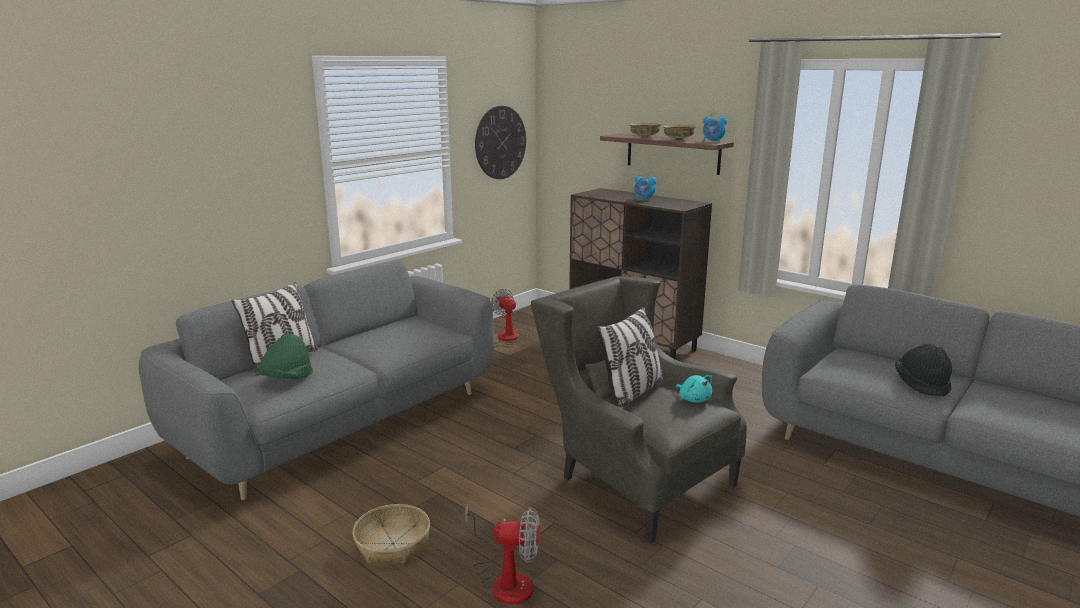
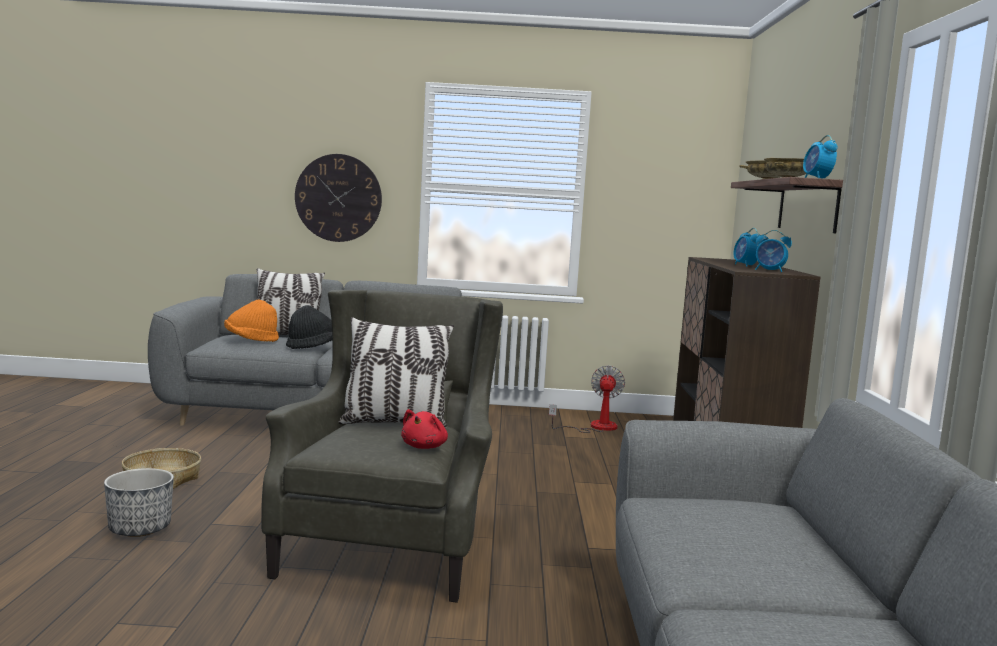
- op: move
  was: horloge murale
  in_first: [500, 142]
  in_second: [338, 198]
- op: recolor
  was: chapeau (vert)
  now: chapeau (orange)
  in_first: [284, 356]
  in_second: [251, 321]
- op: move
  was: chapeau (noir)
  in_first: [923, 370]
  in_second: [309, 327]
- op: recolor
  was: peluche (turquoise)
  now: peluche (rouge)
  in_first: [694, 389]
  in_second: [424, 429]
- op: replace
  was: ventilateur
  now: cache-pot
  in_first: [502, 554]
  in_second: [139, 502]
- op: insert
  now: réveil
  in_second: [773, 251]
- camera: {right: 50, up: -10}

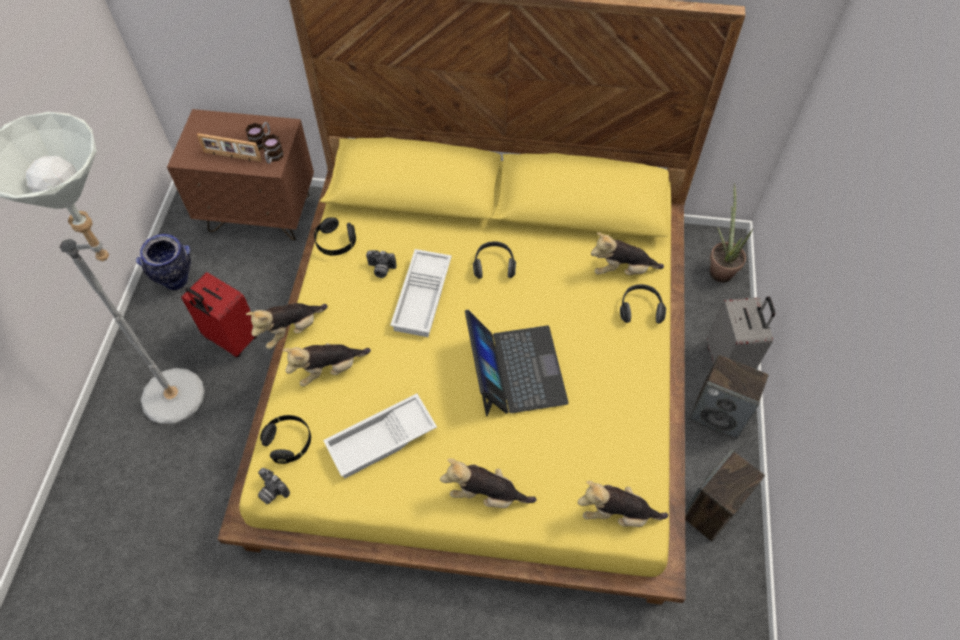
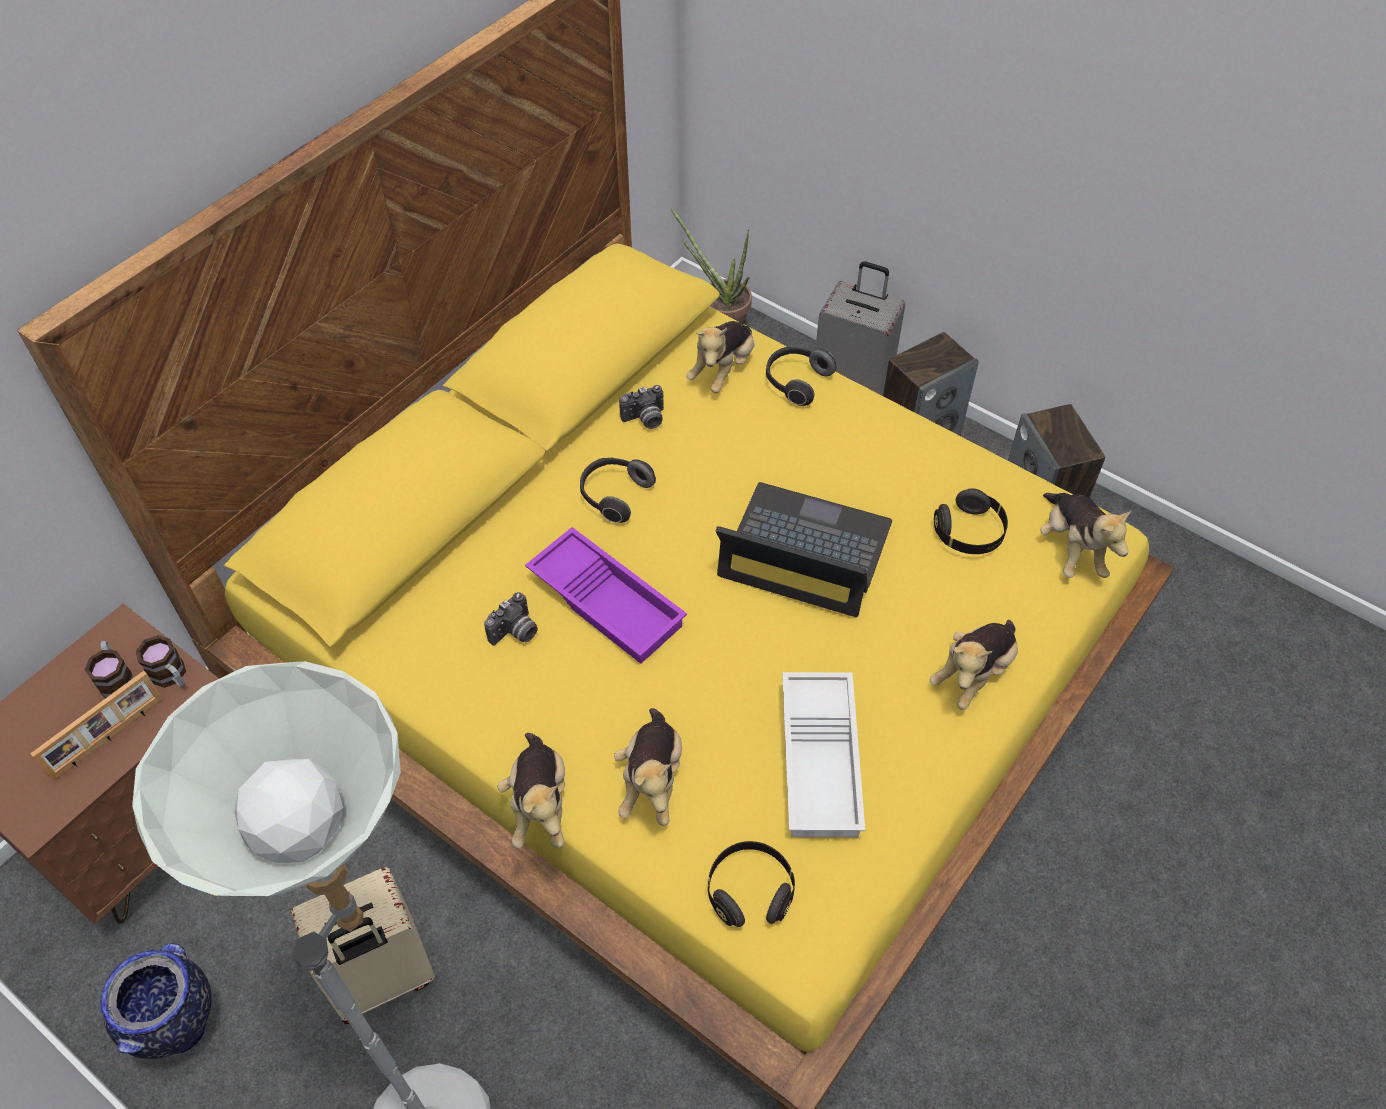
- op: move
  was: casque audio (noir)
  in_first: [335, 236]
  in_second: [971, 521]
- op: recolor
  was: plateau (blanc)
  now: plateau (violet)
  in_first: [421, 293]
  in_second: [606, 595]
- op: recolor
  was: valise (rouge)
  now: valise (beige)
  in_first: [219, 315]
  in_second: [363, 945]
- op: move
  was: appareil photo
  in_first: [274, 486]
  in_second: [641, 407]
- op: rotate
  was: peluche
  in_first: [623, 504]
  in_second: [1085, 535]
  clockwise: -45
- camera: {right: -60, up: -5}

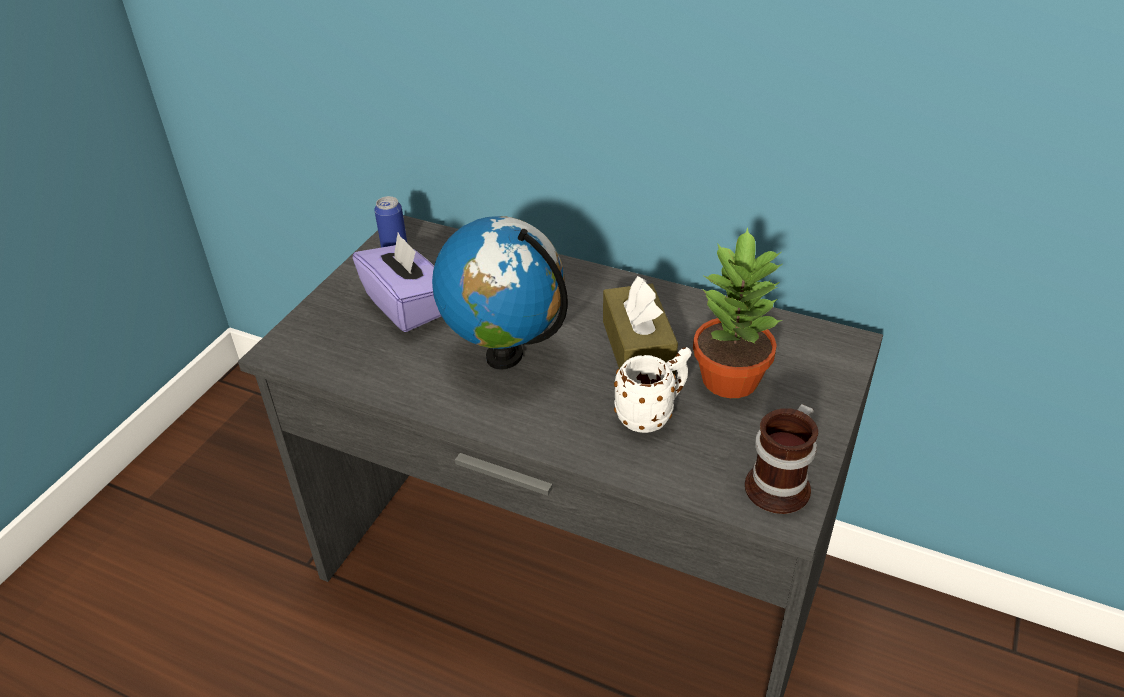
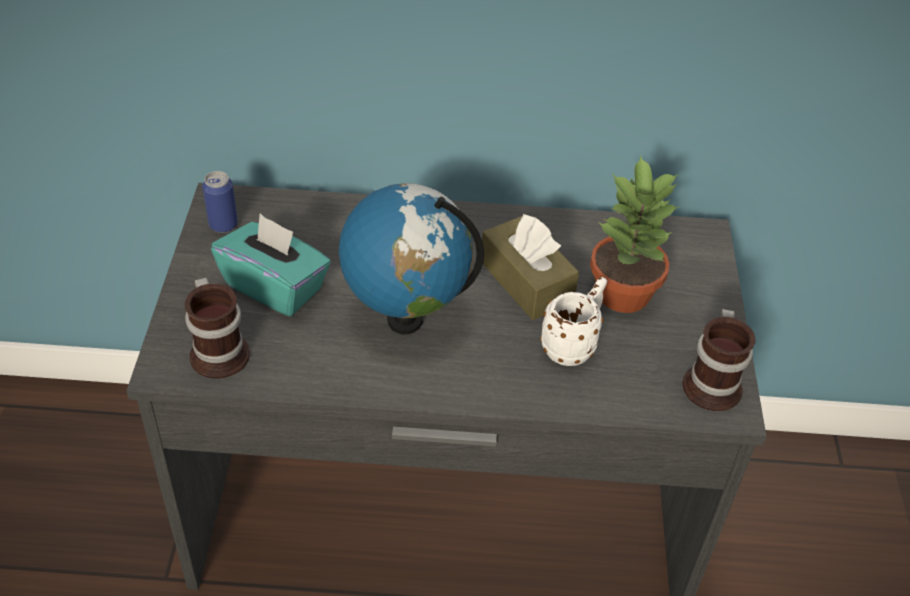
- op: recolor
  was: boîte à mouchoirs (violet)
  now: boîte à mouchoirs (turquoise)
  in_first: [397, 282]
  in_second: [271, 264]
- op: insert
  now: mug
  in_second: [217, 328]
- camera: {right: -25, up: 5}

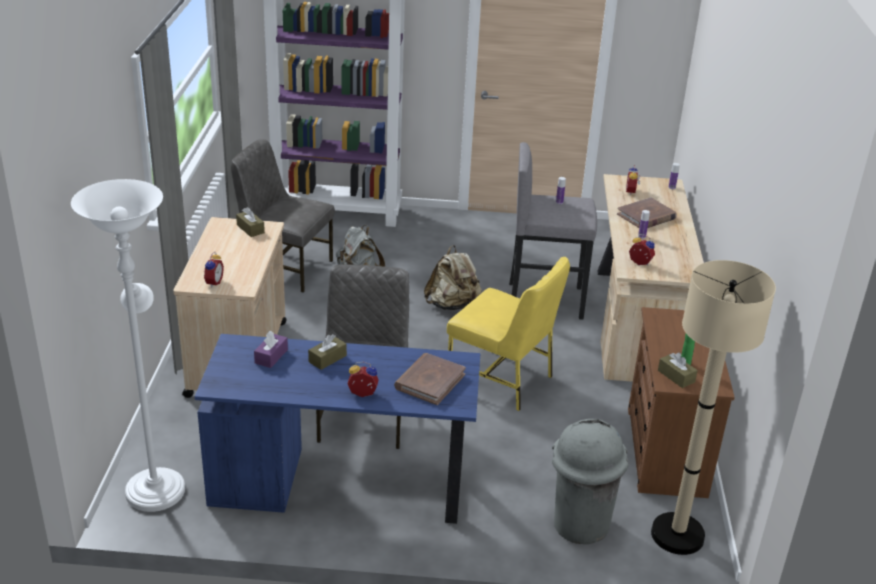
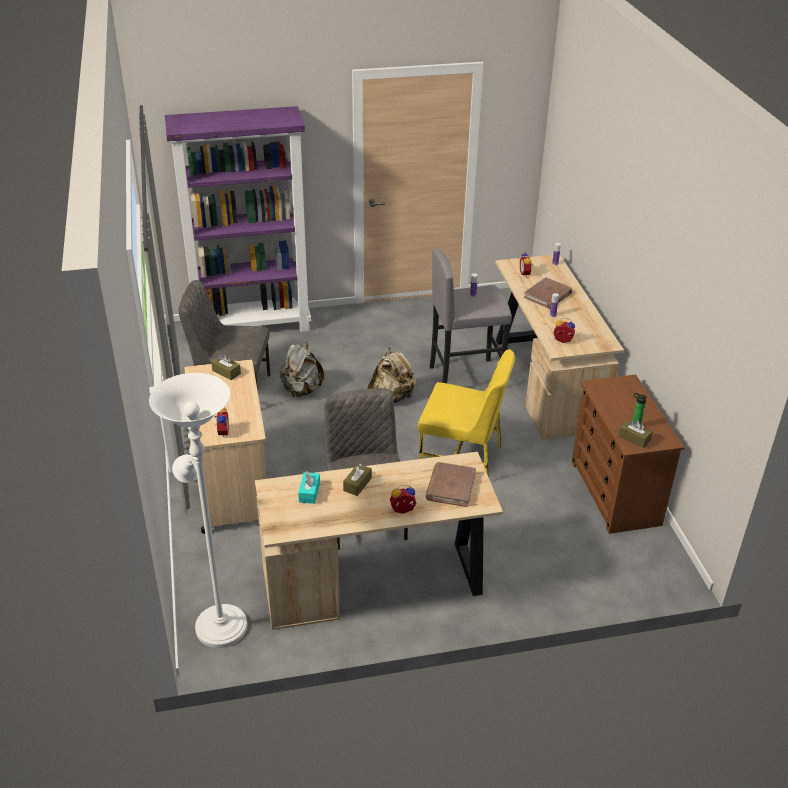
- op: delete
  was: lampadaire (beige)
  in_first: [713, 407]
- op: recolor
  was: boîte à mouchoirs (violet)
  now: boîte à mouchoirs (turquoise)
  in_first: [271, 349]
  in_second: [309, 488]
- op: recolor
  was: bureau (bleu)
  now: bureau (beige)
  in_first: [338, 429]
  in_second: [379, 541]
- op: delete
  was: poubelle (gris)
  in_first: [590, 481]
- camera: {right: -15, up: 5}

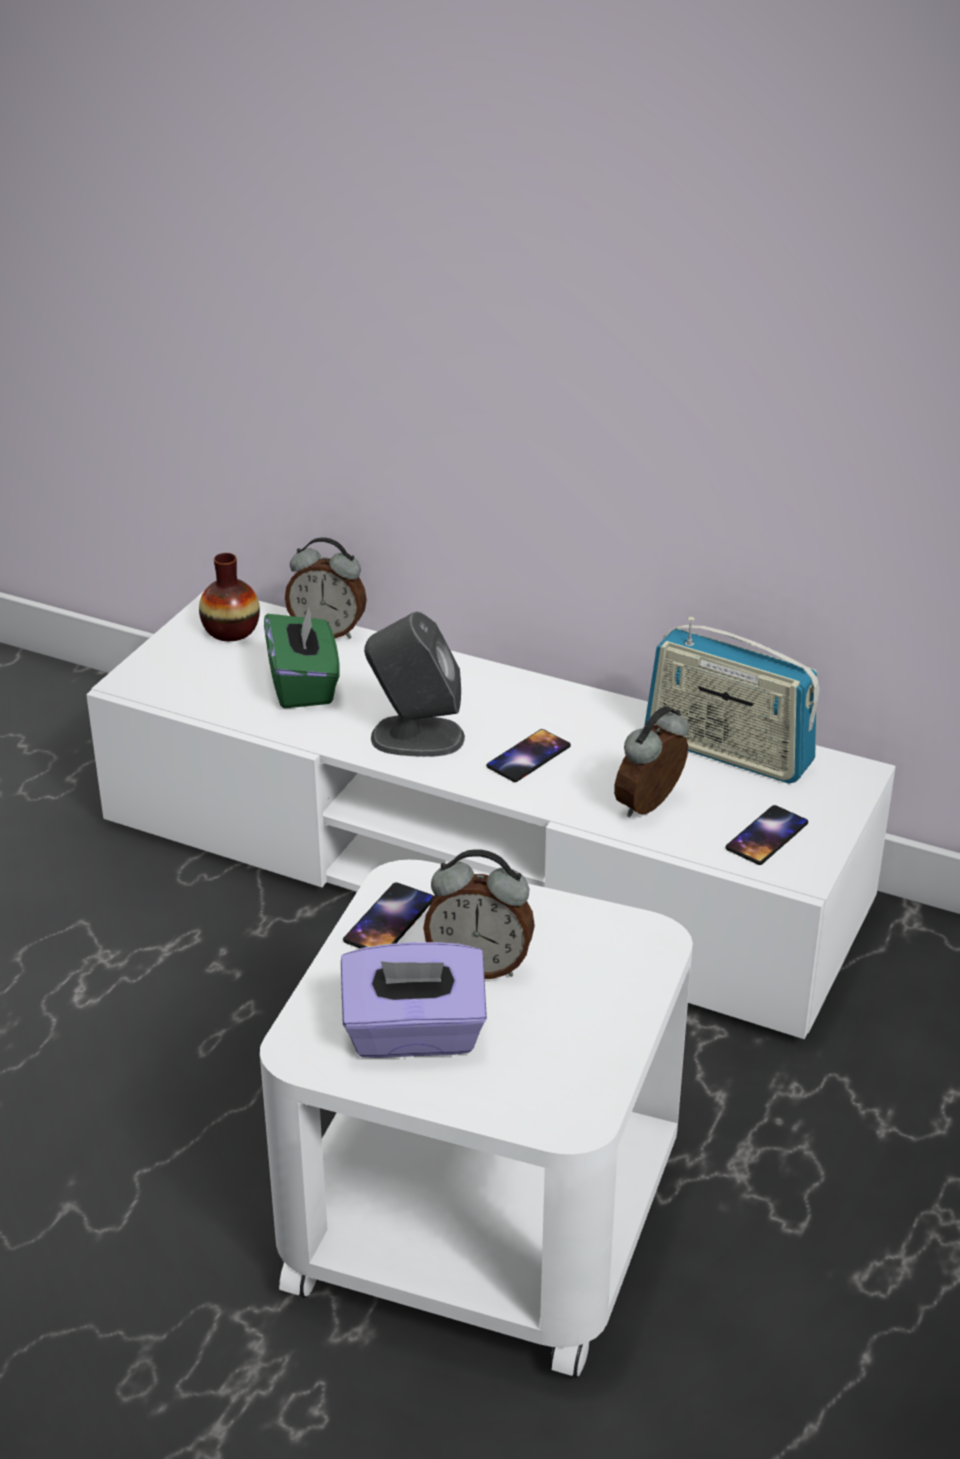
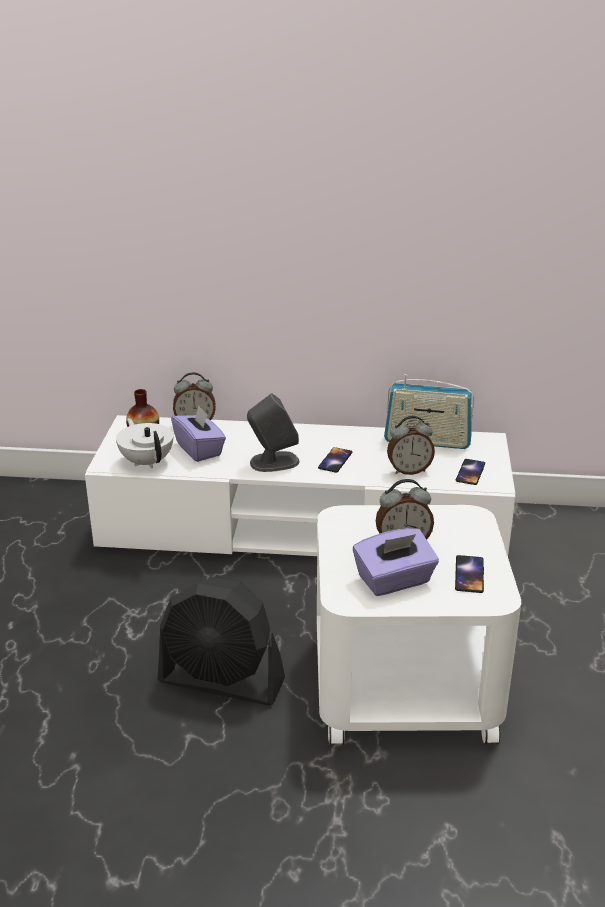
- op: recolor
  was: boîte à mouchoirs (vert)
  now: boîte à mouchoirs (violet)
  in_first: [301, 656]
  in_second: [198, 434]
- op: rotate
  was: réveil
  in_first: [651, 761]
  in_second: [411, 445]
  clockwise: -120
- op: move
  was: téléphone
  in_first: [388, 915]
  in_second: [469, 574]
- op: insert
  now: théière (blanc)
  in_second: [145, 443]
- op: insert
  now: ventilateur (noir)
  in_second: [221, 641]
- camera: {right: -20, up: -5}

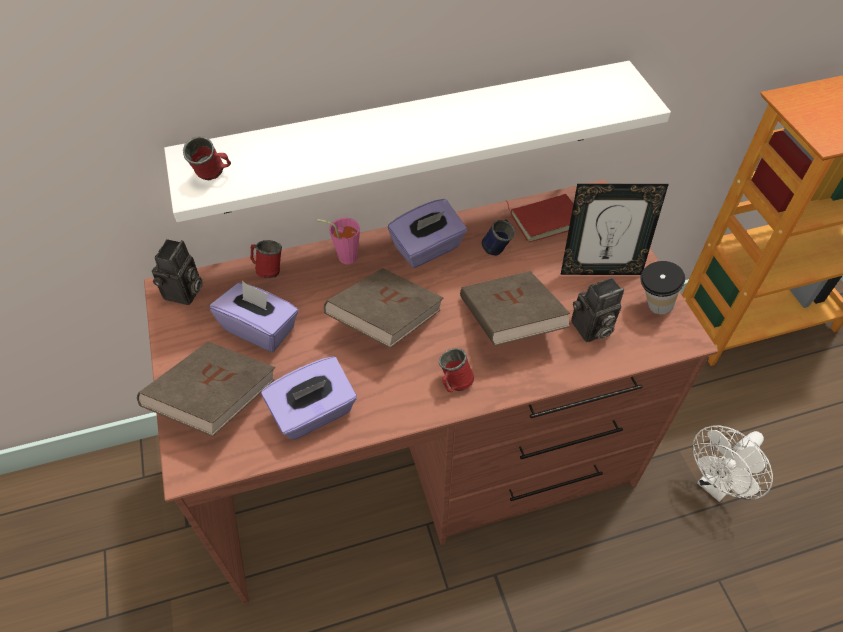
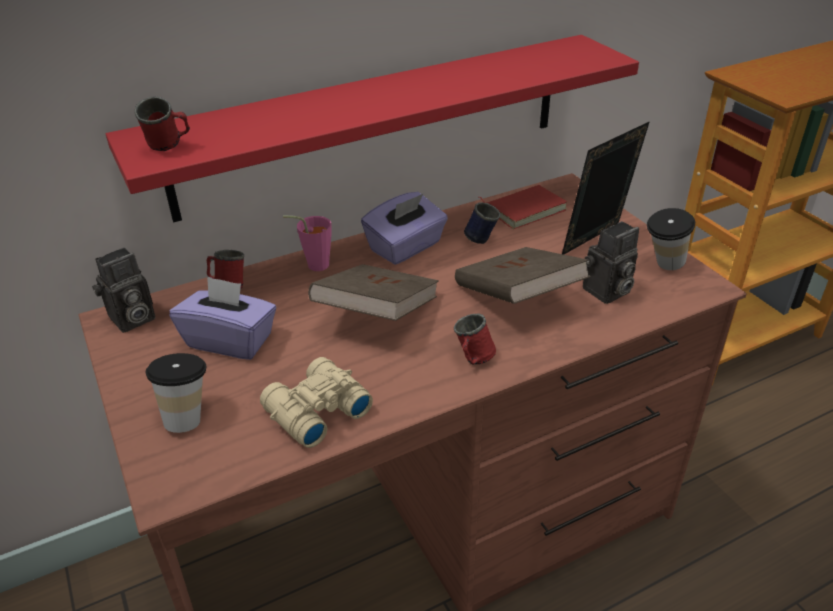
- op: recolor
  was: étagère (blanc)
  now: étagère (rouge)
  in_first: [417, 141]
  in_second: [372, 129]
- op: rotate
  was: cadre photo
  in_first: [614, 229]
  in_second: [606, 188]
  clockwise: 150
- op: rotate
  was: appareil photo
  in_first: [177, 272]
  in_second: [123, 290]
  clockwise: 45
- op: replace
  was: livre (marron)
  now: tasse
  in_first: [206, 389]
  in_second: [176, 393]
- op: replace
  was: boîte à mouchoirs (violet)
  now: jumelles (beige)
  in_first: [309, 398]
  in_second: [316, 402]
- op: delete
  was: ventilateur (blanc)
  in_first: [733, 463]
- camera: {right: -10, up: -15}

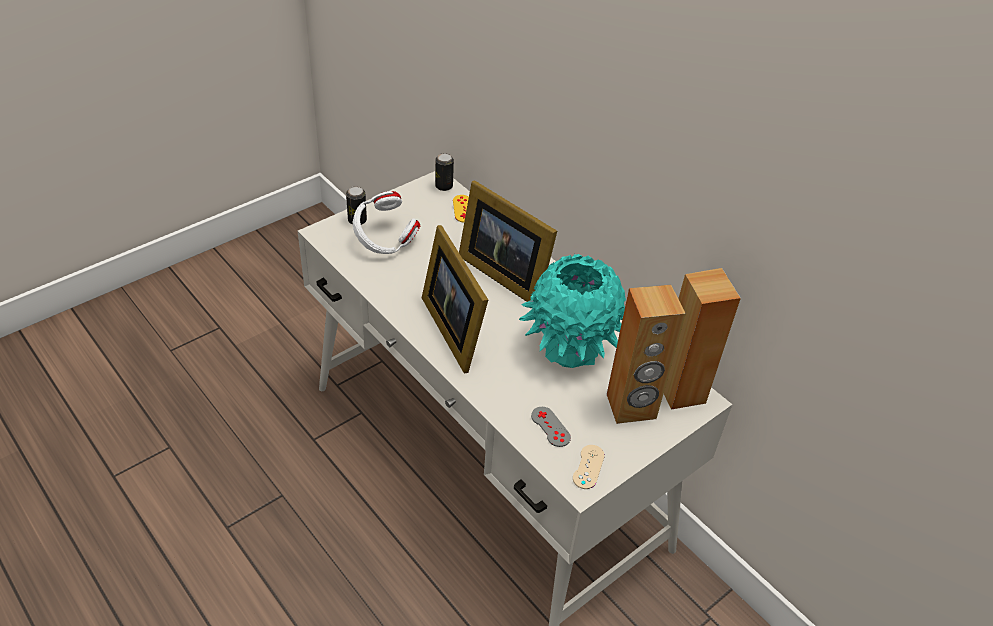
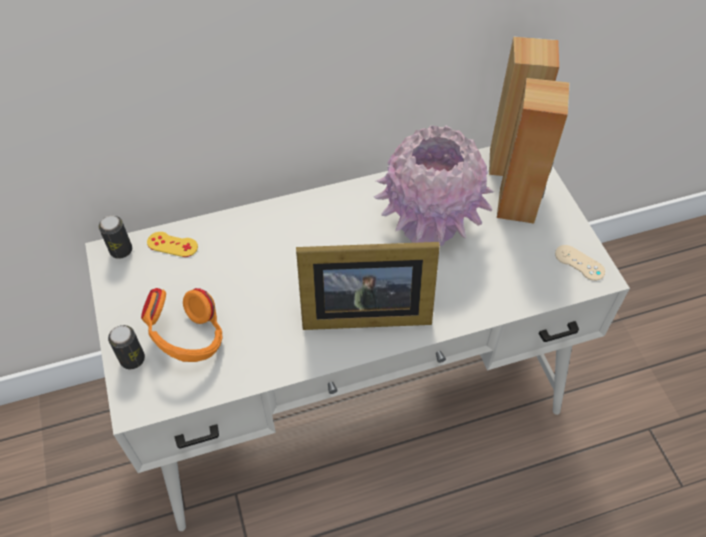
- op: delete
  was: cadre photo
  in_first: [508, 241]
- op: recolor
  was: casque audio (blanc)
  now: casque audio (orange)
  in_first: [386, 222]
  in_second: [181, 325]
- op: recolor
  was: vase (turquoise)
  now: vase (rose)
  in_first: [572, 310]
  in_second: [434, 185]
- op: delete
  was: manette (gris)
  in_first: [551, 427]
- camera: {right: -65, up: 10}

